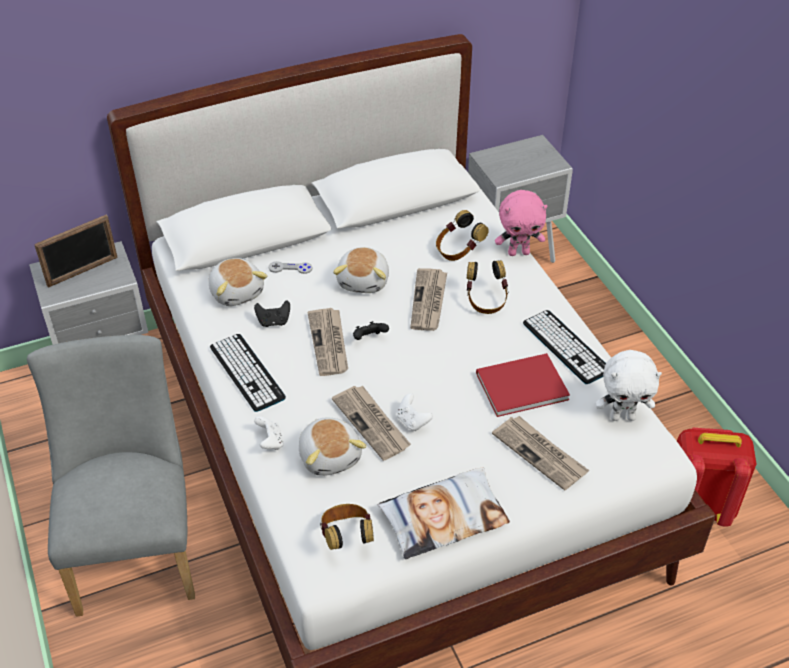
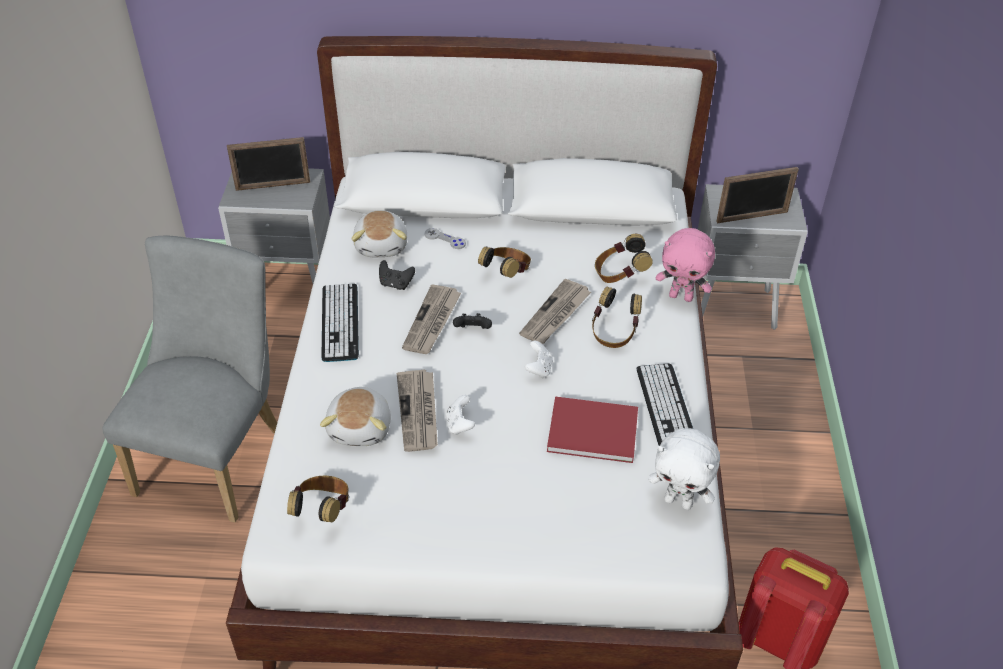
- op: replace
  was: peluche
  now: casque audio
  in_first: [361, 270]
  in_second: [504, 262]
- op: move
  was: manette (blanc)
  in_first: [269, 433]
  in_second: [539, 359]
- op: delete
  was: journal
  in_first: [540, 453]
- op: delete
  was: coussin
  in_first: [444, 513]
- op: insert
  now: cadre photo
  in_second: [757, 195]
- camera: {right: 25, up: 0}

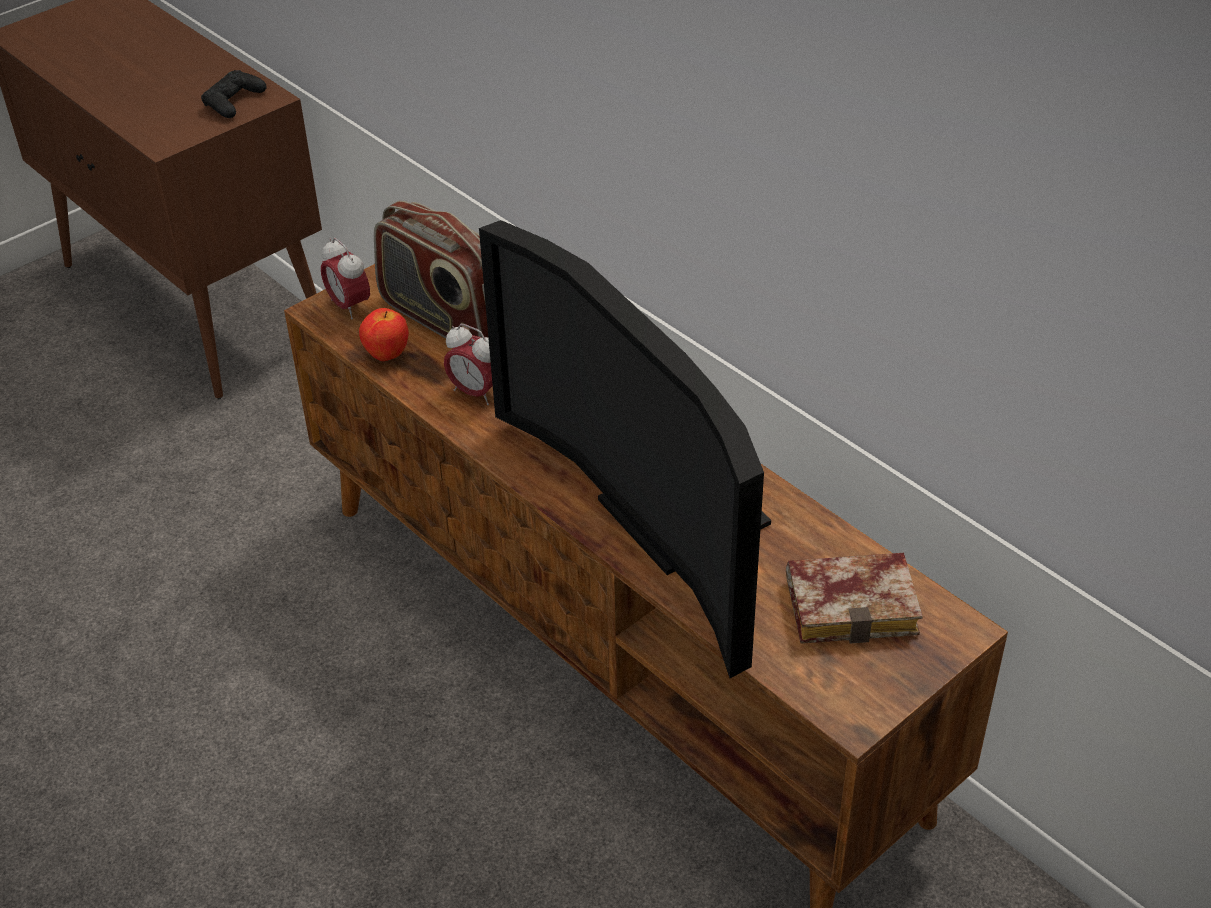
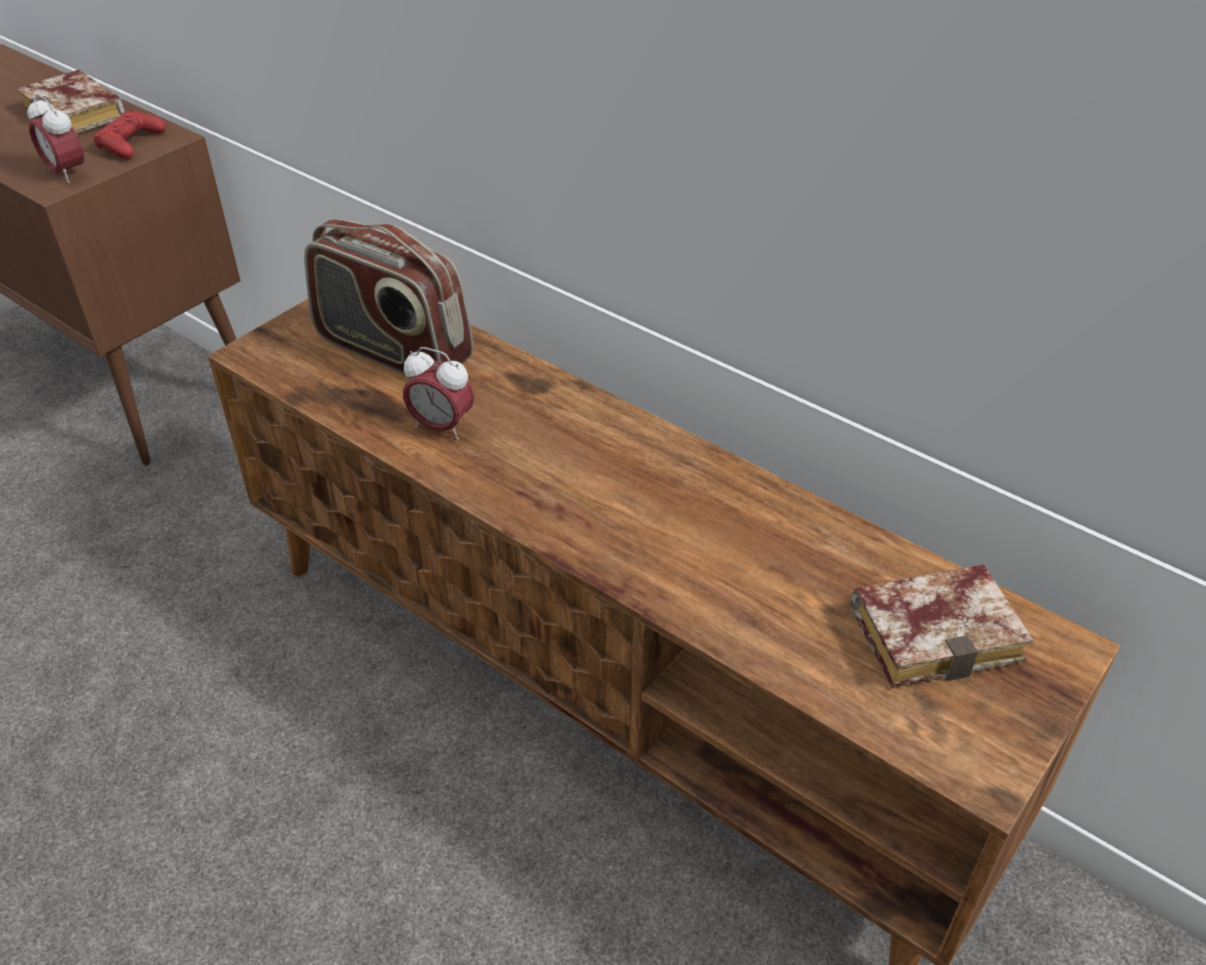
- op: recolor
  was: manette (noir)
  now: manette (rouge)
  in_first: [234, 94]
  in_second: [129, 134]
- op: delete
  was: téléviseur
  in_first: [625, 449]
- op: move
  was: réveil
  in_first: [345, 278]
  in_second: [55, 138]
- op: delete
  was: pomme
  in_first: [384, 334]
- op: insert
  now: livre
  in_second: [70, 102]
- camera: {right: -10, up: 0}

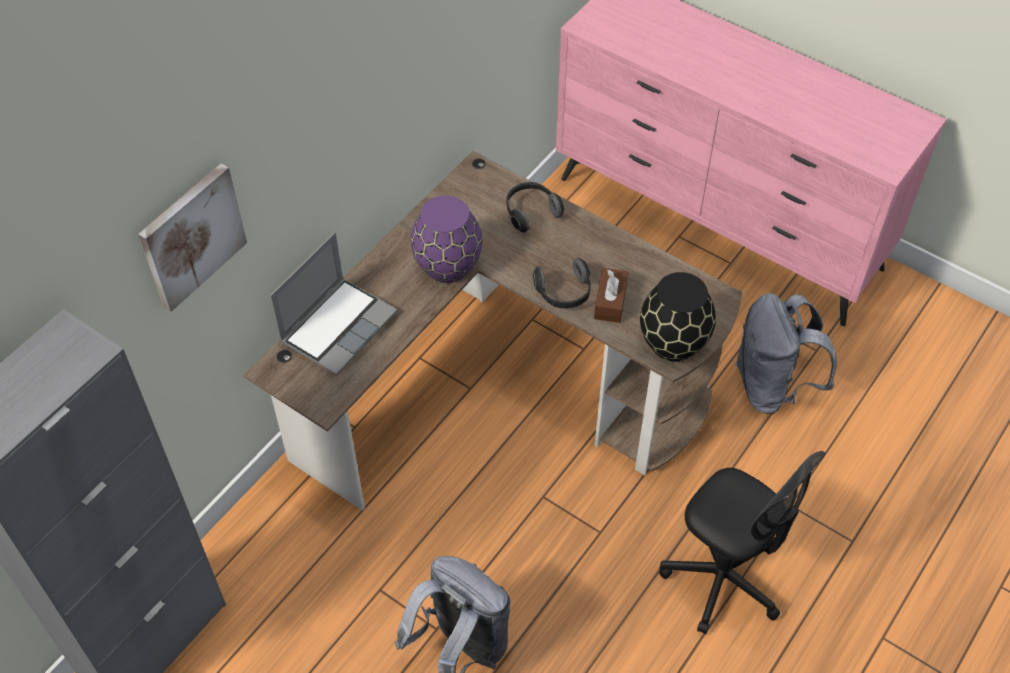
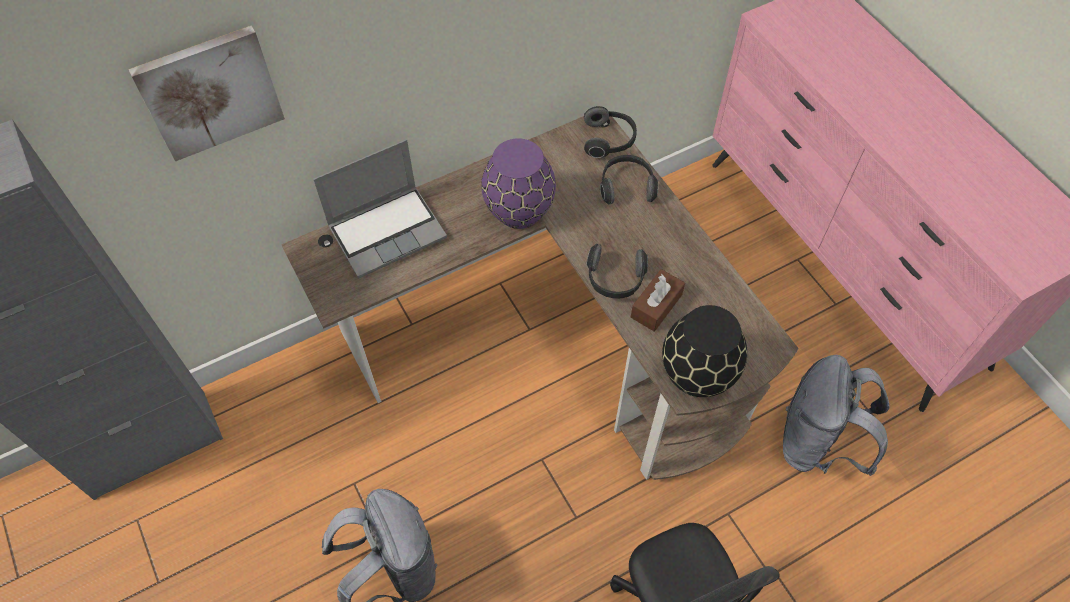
- op: insert
  now: casque audio
  in_second: [610, 132]
- camera: {right: 25, up: 5}

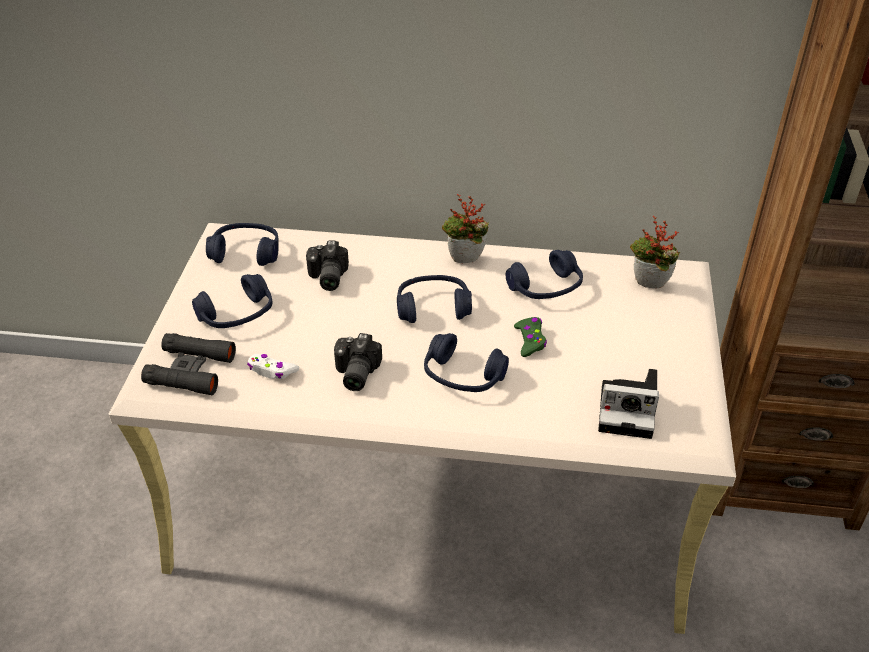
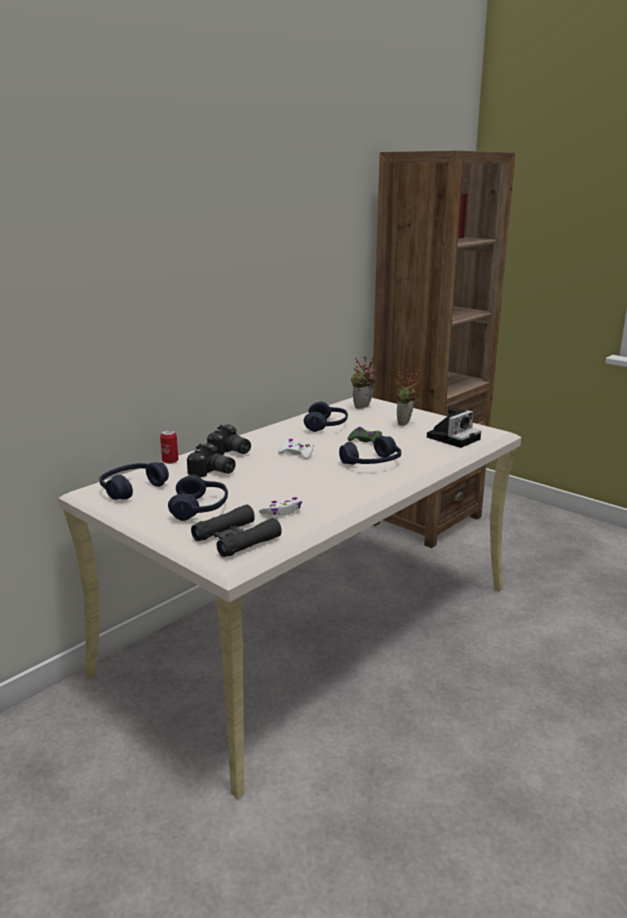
- op: move
  was: plante en pot
  in_first: [465, 228]
  in_second: [408, 397]
- op: replace
  was: casque audio (bleu)
  now: manette (blanc)
  in_first: [434, 299]
  in_second: [295, 449]
- op: move
  was: appareil photo
  in_first: [358, 362]
  in_second: [229, 439]
- op: insert
  now: boîte métallique
  in_second: [169, 447]
- camera: {right: -55, up: -20}

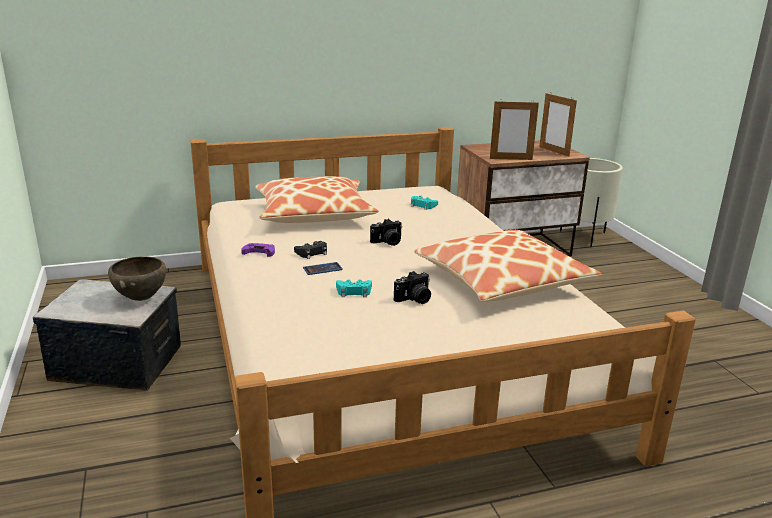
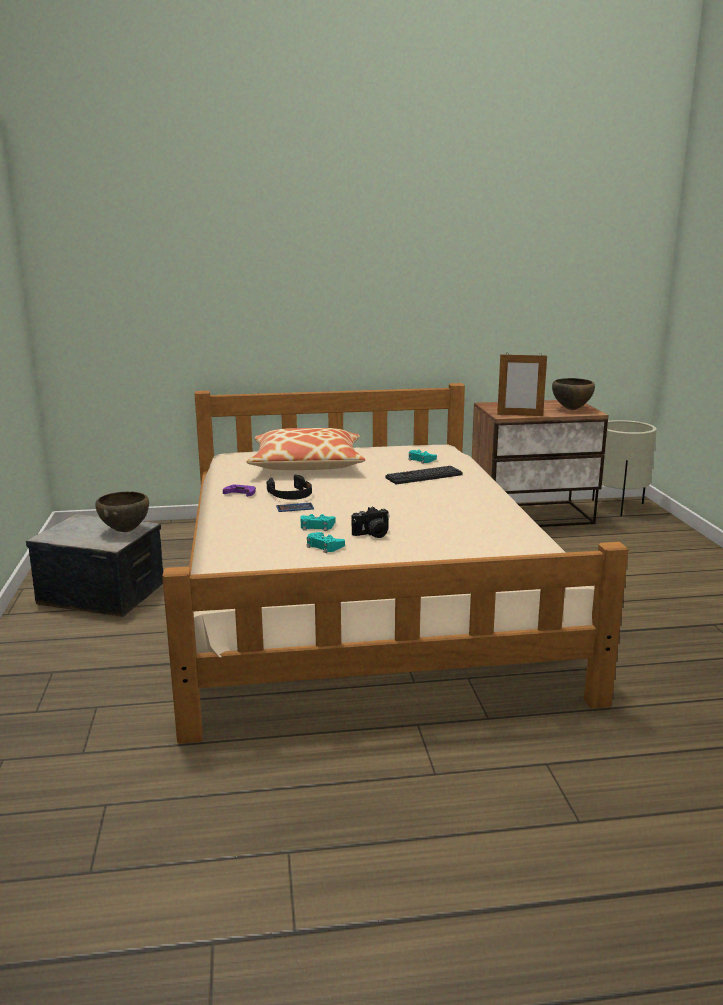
- op: replace
  was: cadre photo
  now: bol (marron)
  in_first: [558, 125]
  in_second: [573, 394]
- op: delete
  was: appareil photo
  in_first: [386, 232]
- op: delete
  was: coussin
  in_first: [508, 266]
- op: replace
  was: manette (noir)
  now: casque audio (noir)
  in_first: [310, 250]
  in_second: [289, 487]
- op: insert
  now: clavier
  in_second: [424, 475]
- op: insert
  now: manette (turquoise)
  in_second: [326, 542]
- camera: {right: 10, up: -5}

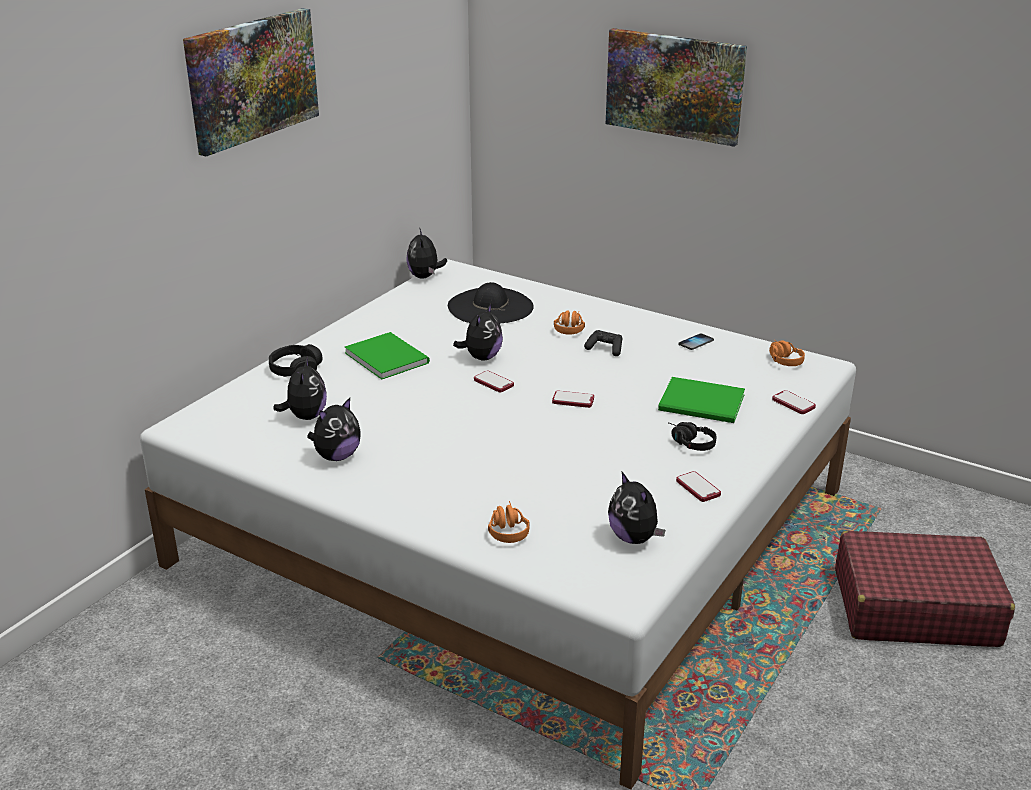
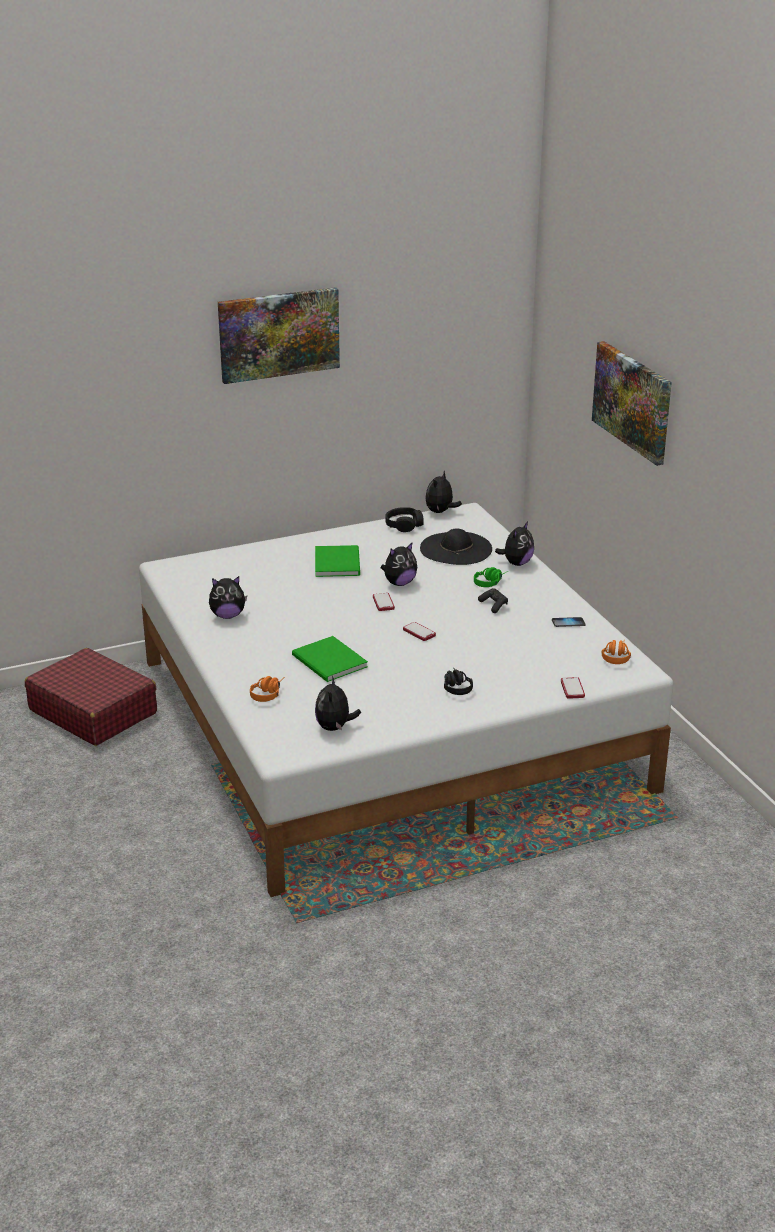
- op: recolor
  was: casque audio (orange)
  now: casque audio (vert)
  in_first: [569, 322]
  in_second: [491, 577]
- op: move
  was: casque audio (noir)
  in_first: [296, 360]
  in_second: [404, 519]
- op: move
  was: peluche
  in_first: [300, 388]
  in_second: [514, 544]
- op: move
  was: livre (vert)
  in_first: [701, 400]
  in_second: [330, 659]
- op: delete
  was: téléphone
  in_first: [698, 486]
- op: move
  was: valise (rouge)
  in_first: [925, 589]
  in_second: [91, 697]
- camera: {right: 35, up: 0}

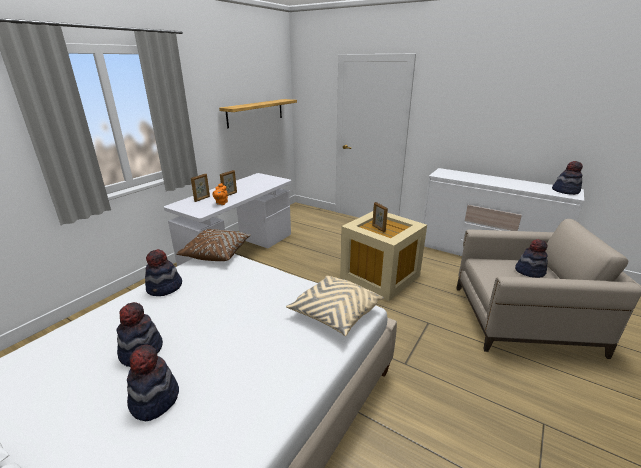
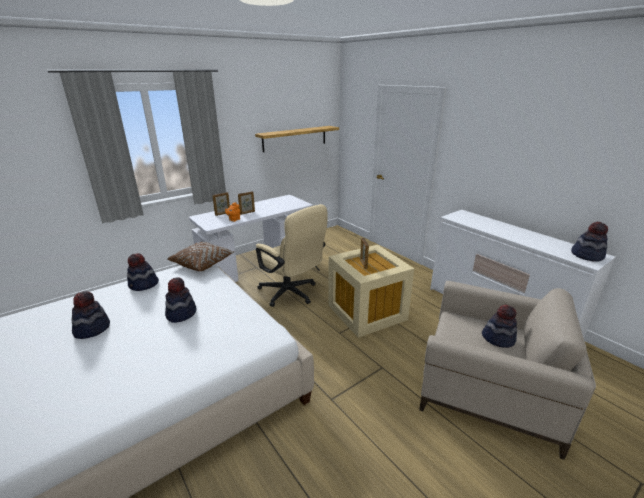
- op: delete
  was: coussin (beige)
  in_first: [335, 306]
- op: move
  was: chapeau
  in_first: [153, 383]
  in_second: [180, 300]
- op: insert
  now: chaise de bureau (beige)
  in_second: [292, 255]
- camera: {right: 20, up: 0}

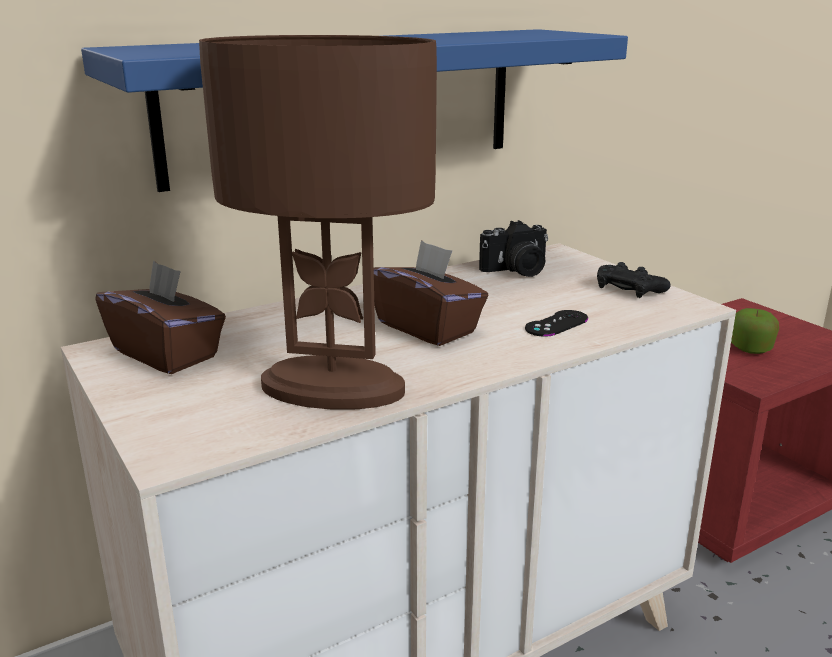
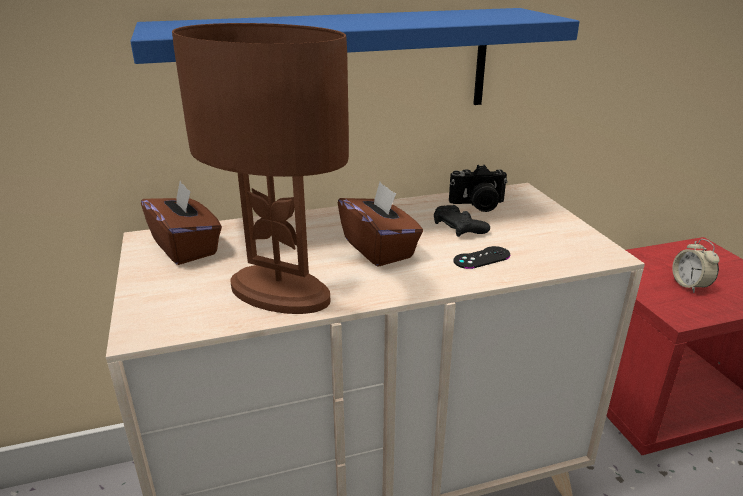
- op: move
  was: manette (noir)
  in_first: [634, 280]
  in_second: [462, 221]
- op: replace
  was: pomme
  now: réveil
  in_first: [755, 331]
  in_second: [695, 266]
- camera: {right: 15, up: 5}

